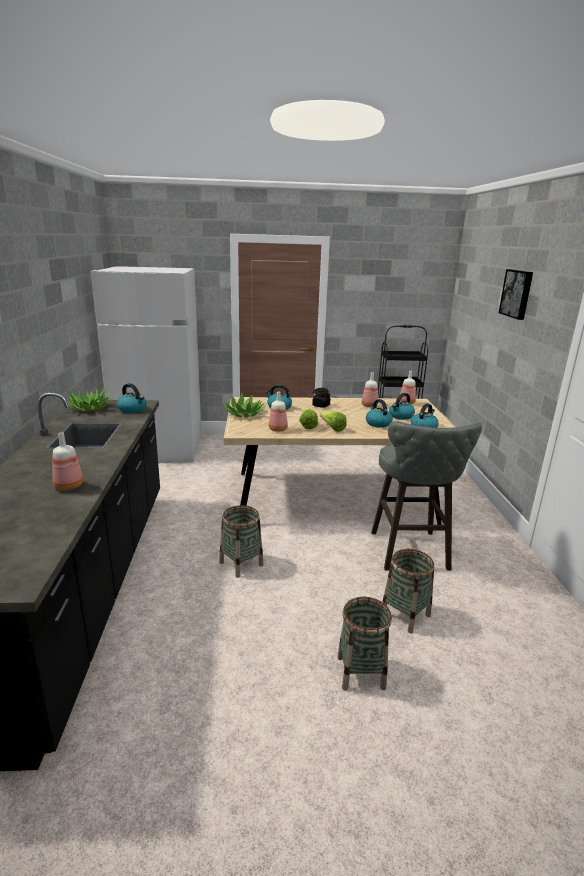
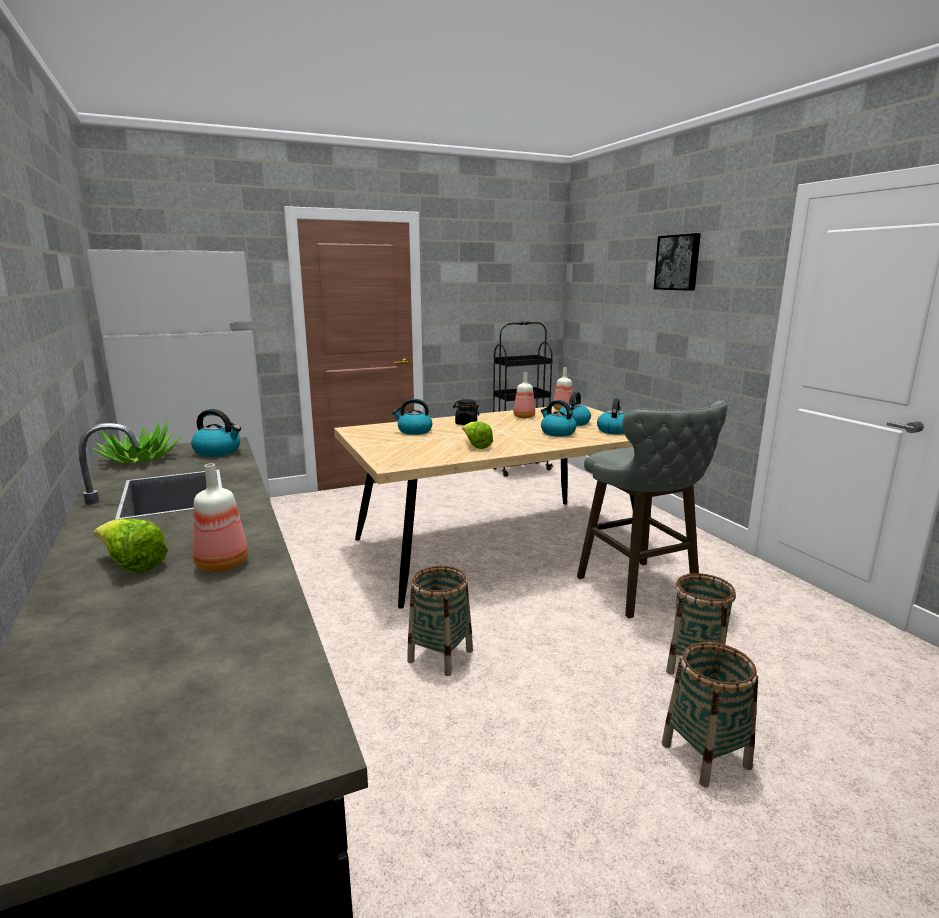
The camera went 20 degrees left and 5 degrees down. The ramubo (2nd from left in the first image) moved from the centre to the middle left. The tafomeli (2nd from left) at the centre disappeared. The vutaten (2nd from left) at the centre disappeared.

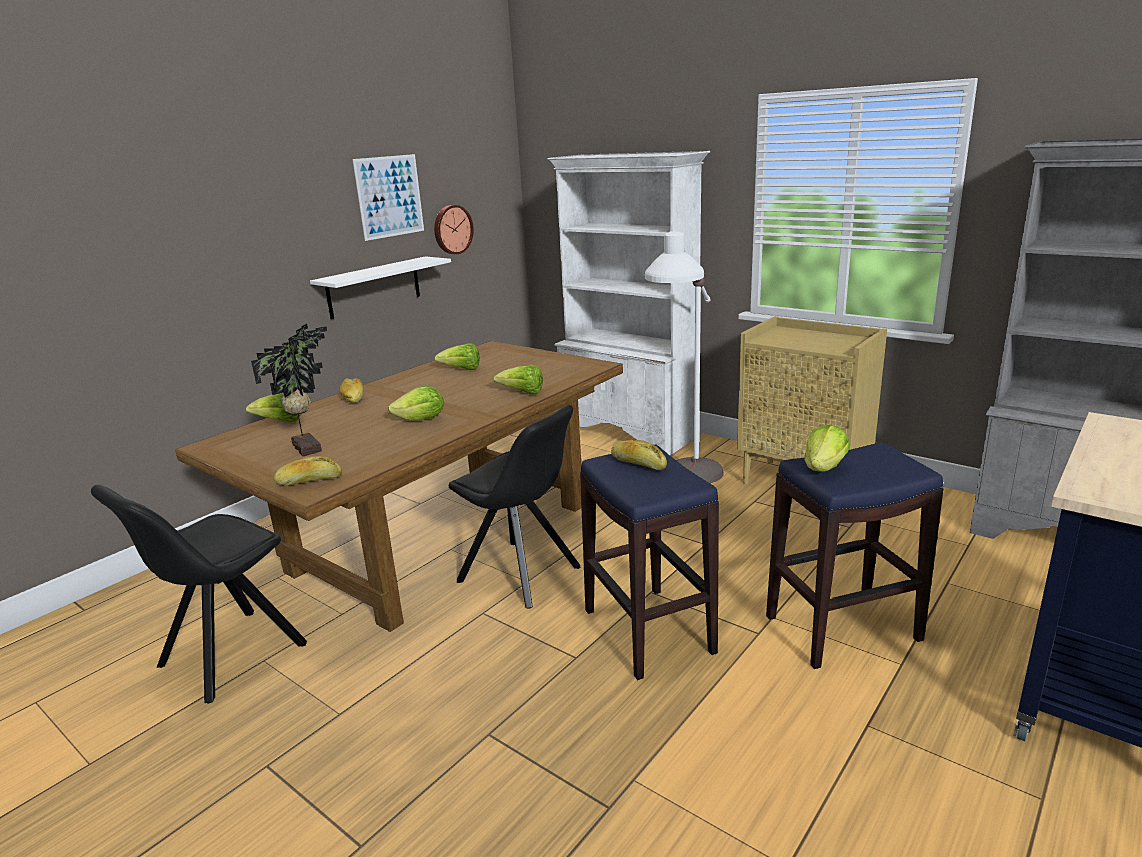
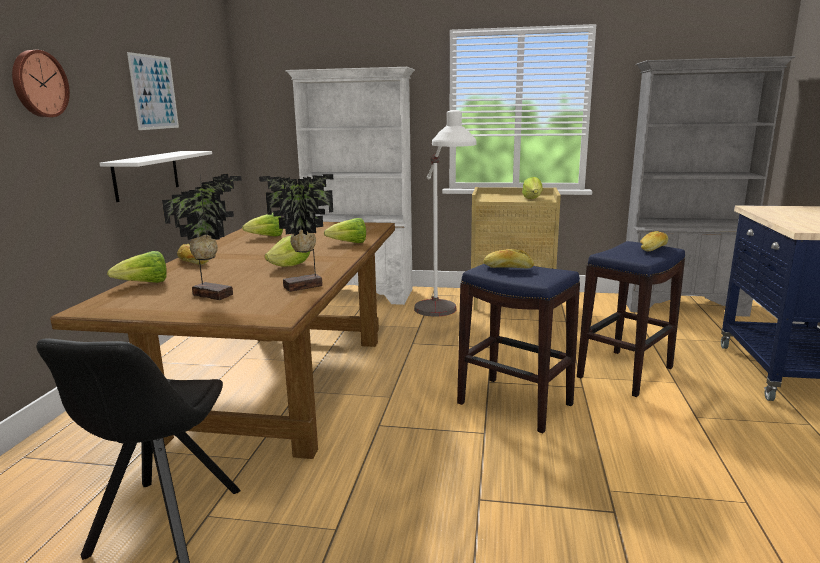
The camera went 30 degrees left and 5 degrees down. The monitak moved from the top centre to the top left. The tafomeli (2nd from left) at the centre appeared. The ramubo (5th from left) moved from the middle right to the centre. The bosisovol (1st from left in the first image) moved from the middle left to the middle right. The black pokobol (2nd from left) at the centre disappeared.

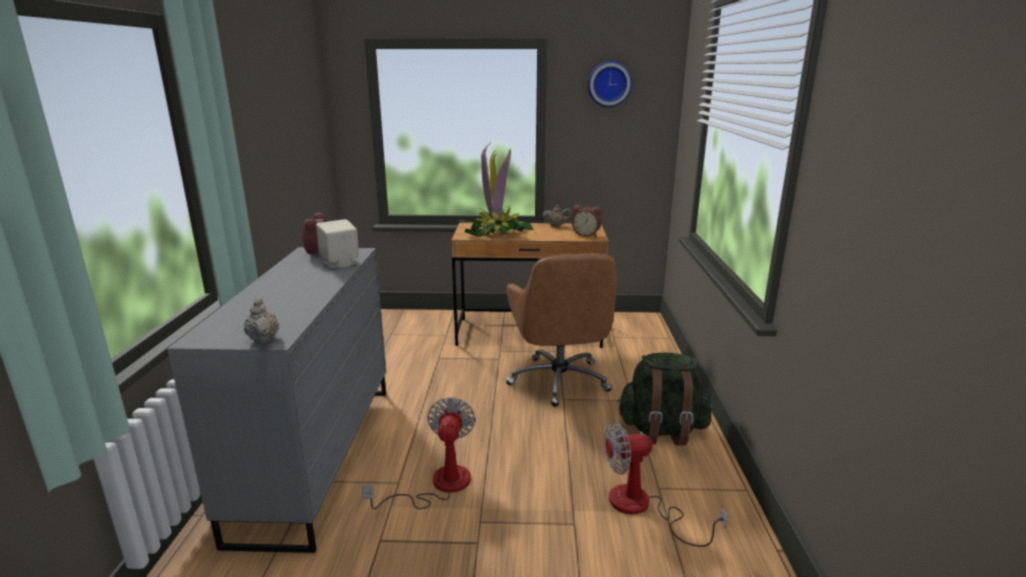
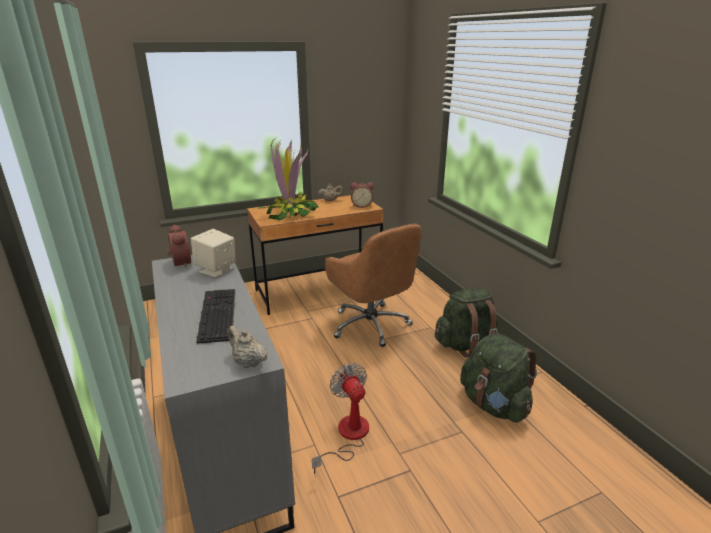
The camera went 25 degrees left and 5 degrees up. The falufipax at the middle left appeared. The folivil (2nd from left) at the bottom centre was replaced by the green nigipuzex (2nd from left) at the bottom right. The monitak at the top centre disappeared.

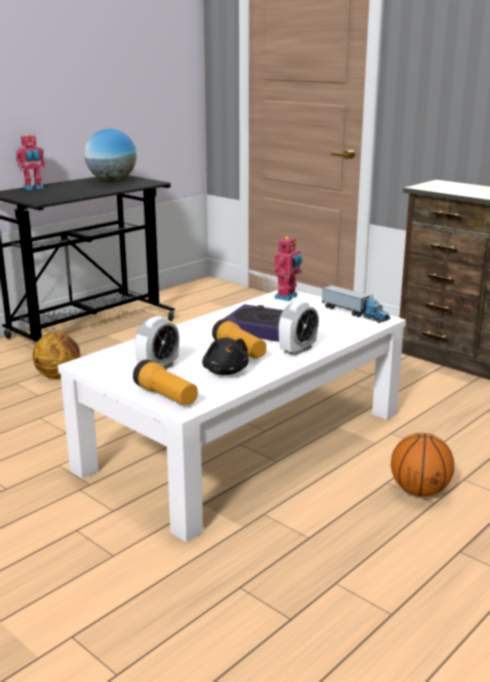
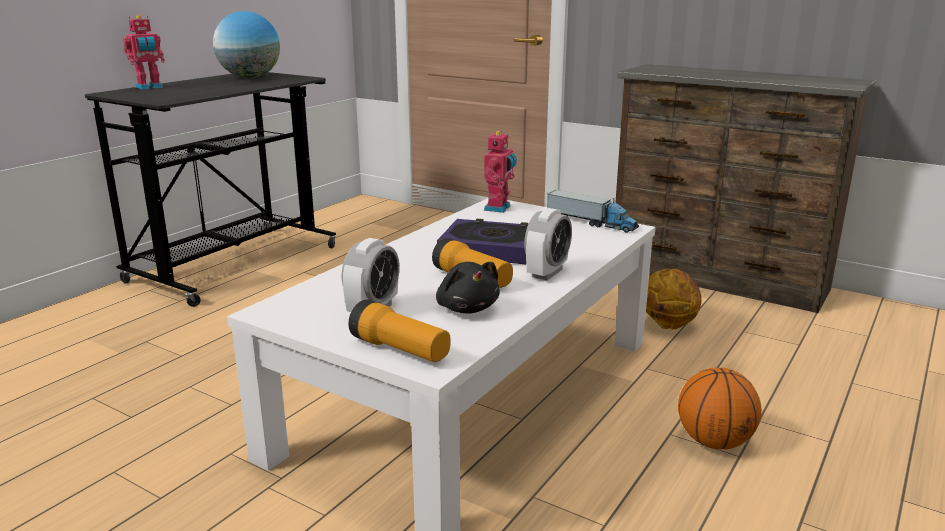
The camera went 10 degrees left and 0 degrees up. The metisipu (1st from left) moved from the middle left to the middle right.

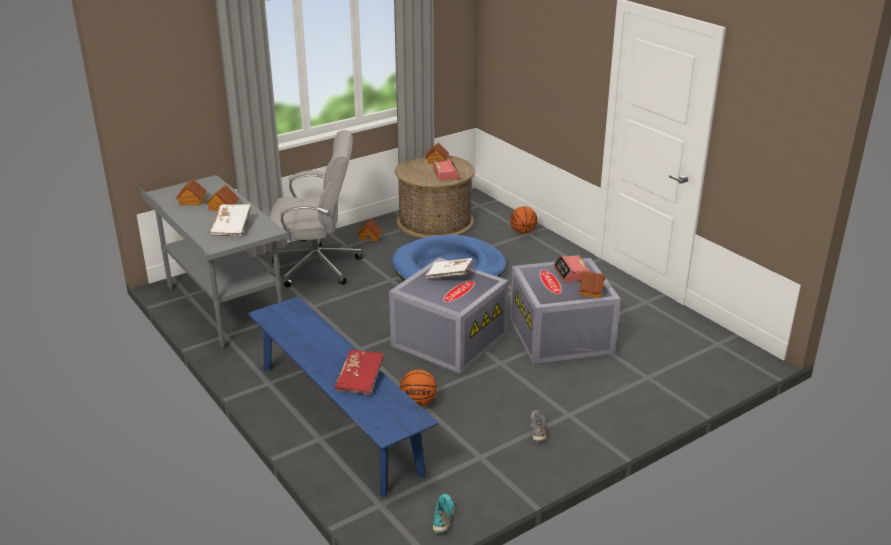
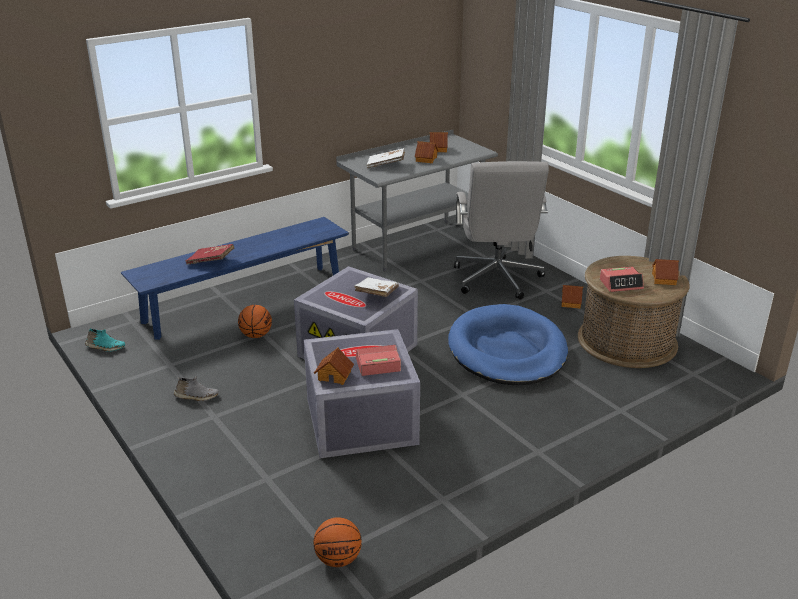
The camera went 90 degrees right and 0 degrees up. The metisipu (2nd from left) moved from the centre to the bottom centre.

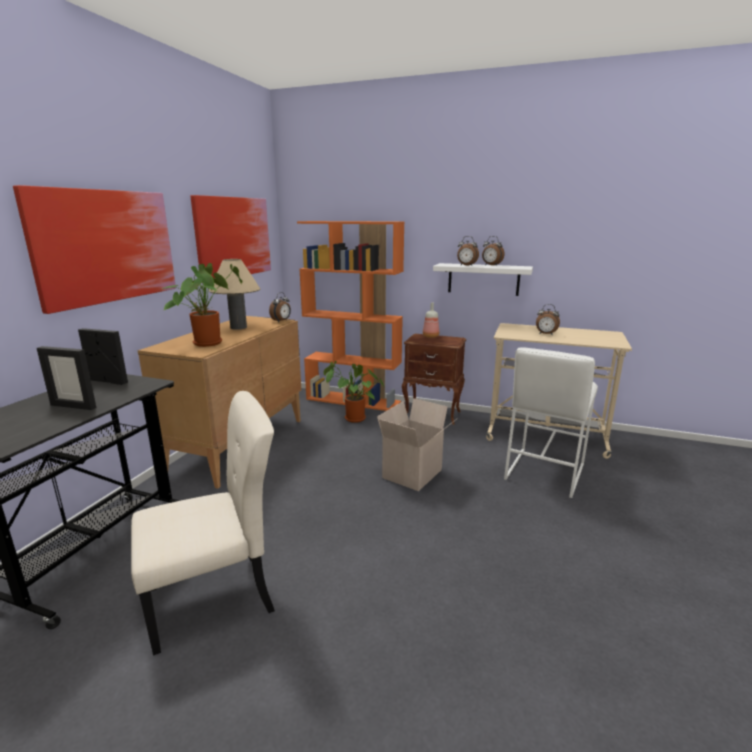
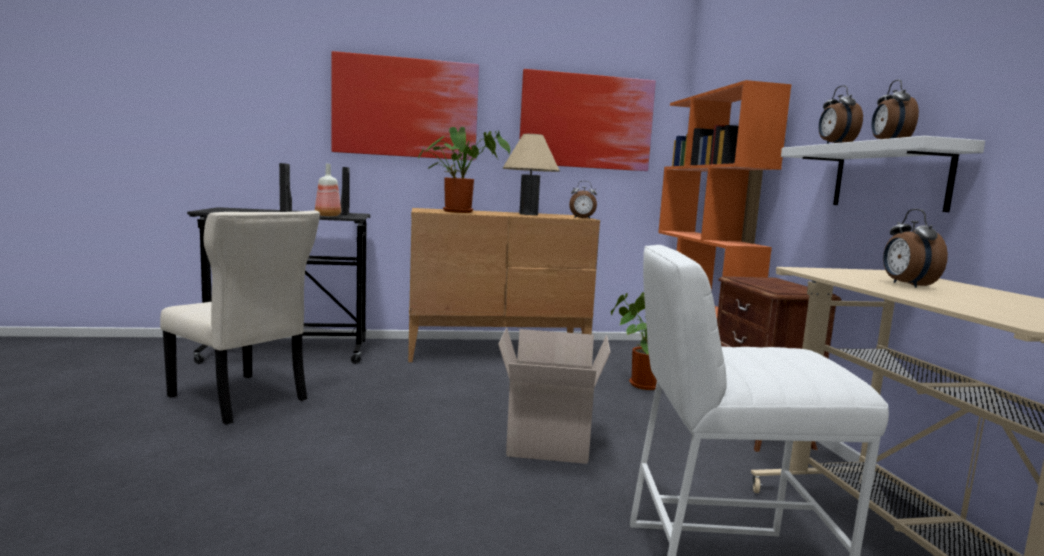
The camera went 60 degrees right and 10 degrees down. The vutaten moved from the centre to the middle left.

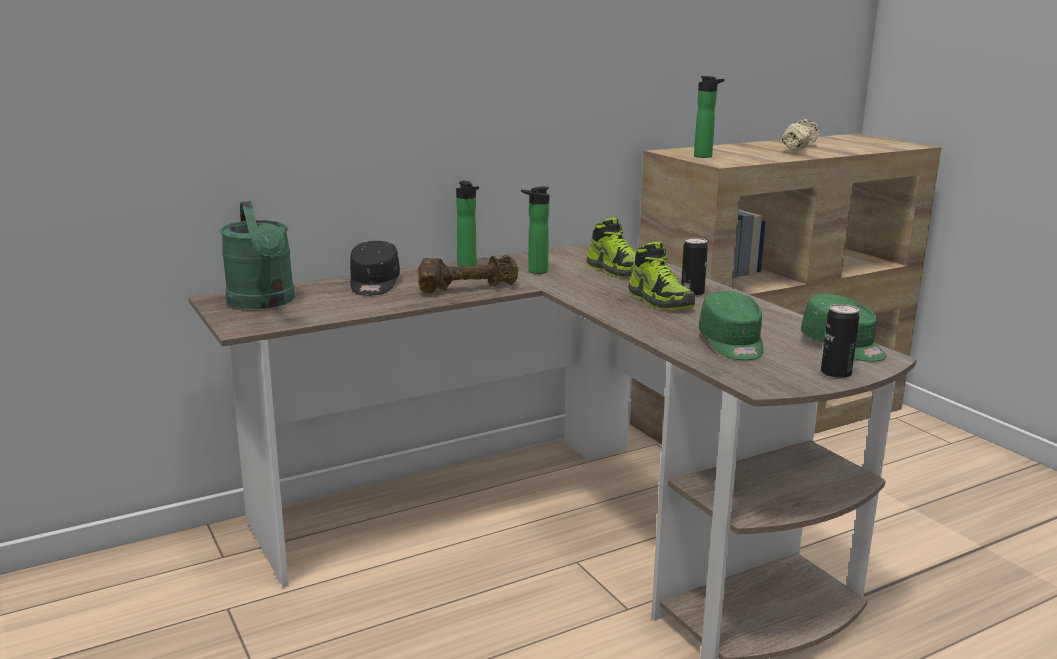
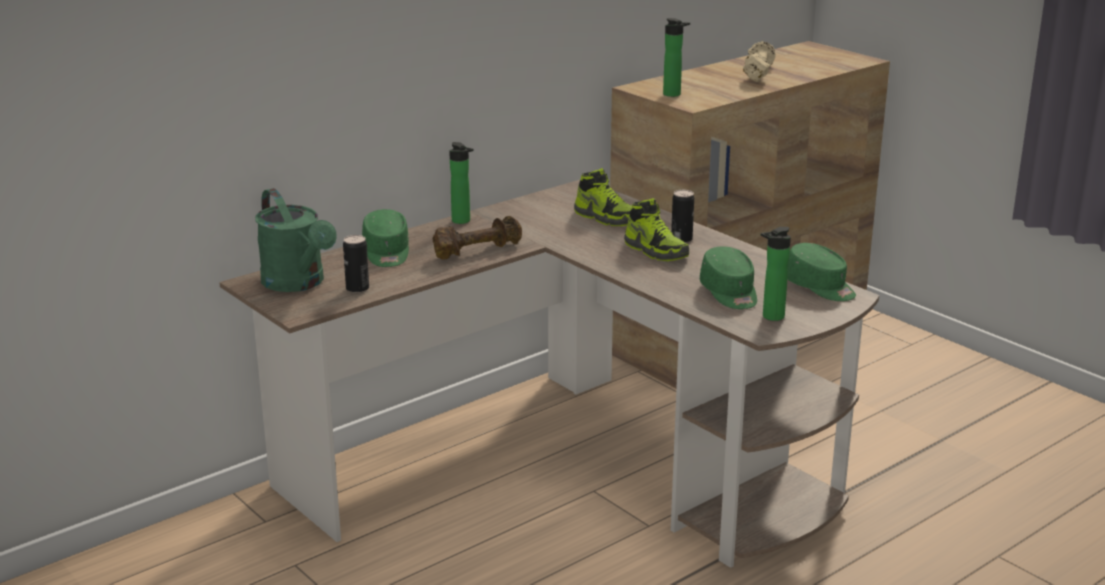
The camera went 10 degrees left and 5 degrees up. The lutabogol (2nd from left in the first image) moved from the middle right to the middle left. The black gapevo at the centre became the green gapevo (1st from left) at the centre. The vutaten (2nd from left in the first image) moved from the centre to the middle right.

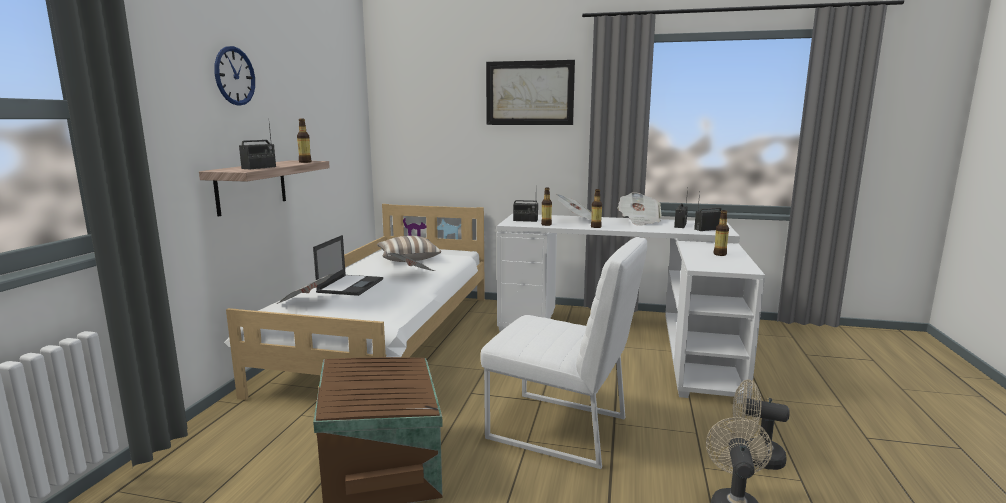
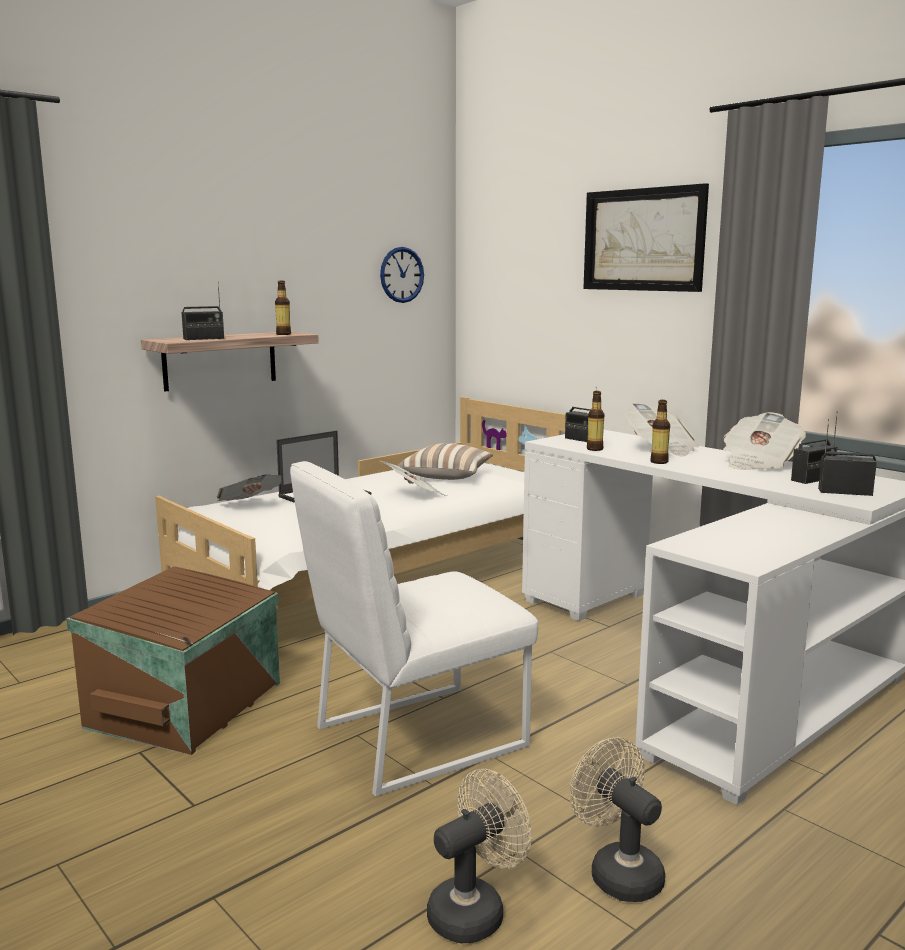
The camera went 35 degrees right and 0 degrees up. The white pokobol at the bottom centre turned 90 degrees clockwise. The monitak moved from the top left to the top centre. The vutaten (4th from left) at the middle right disappeared.

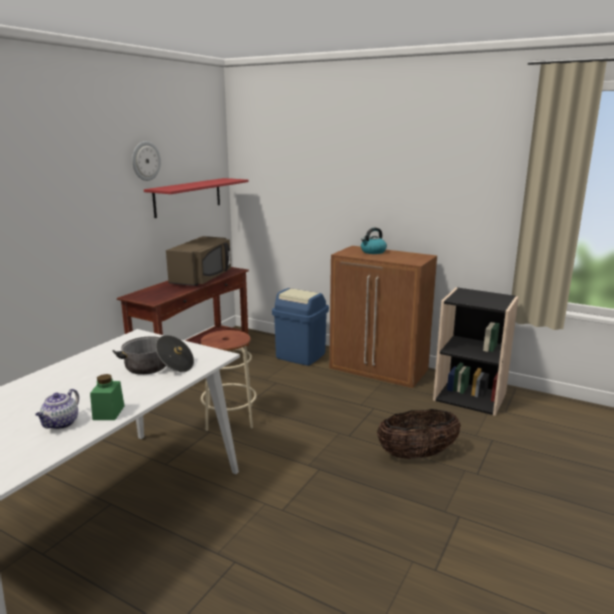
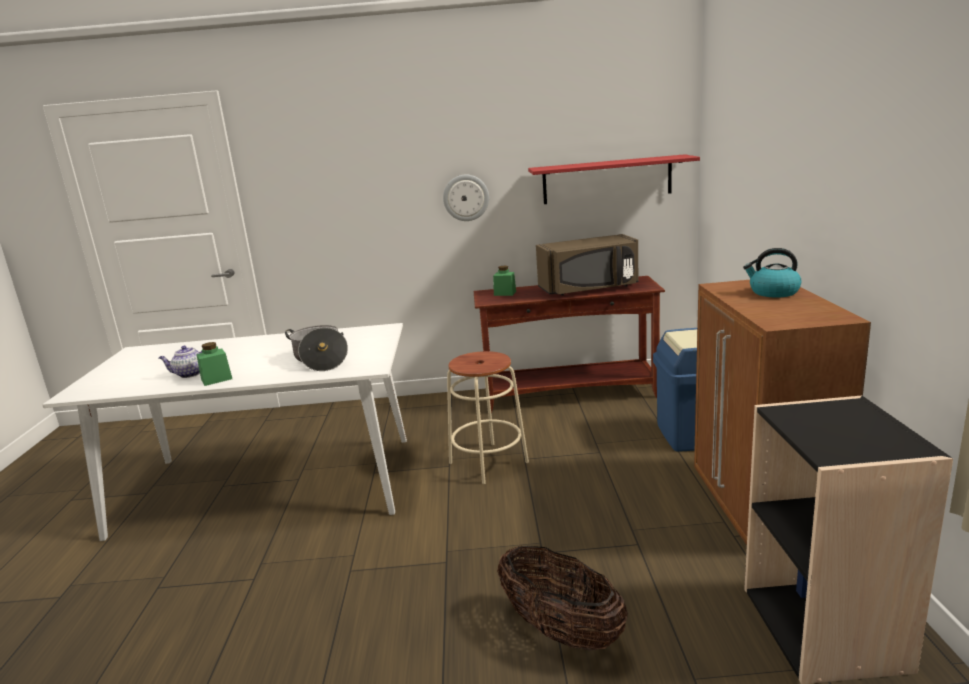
The camera went 60 degrees right and 0 degrees up. The monitak moved from the top left to the top centre. The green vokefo (2nd from left) at the centre appeared.

